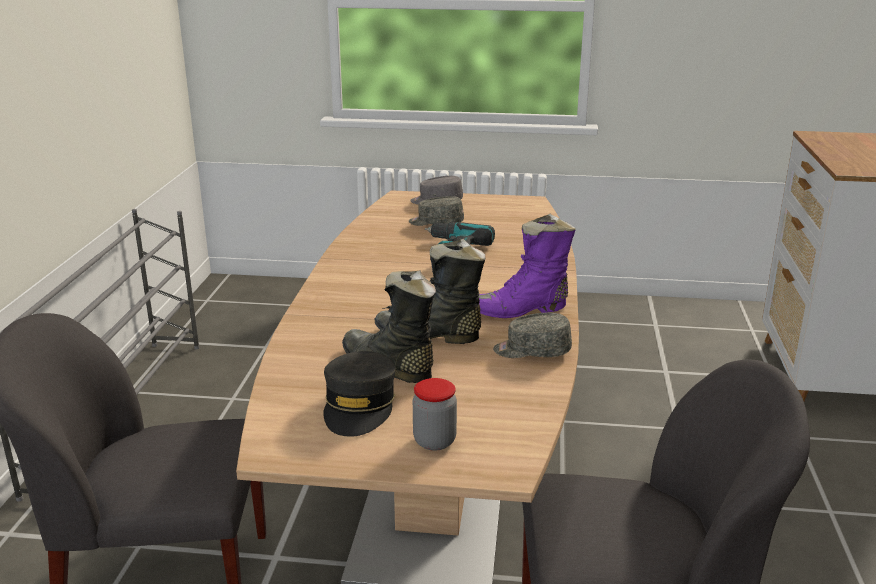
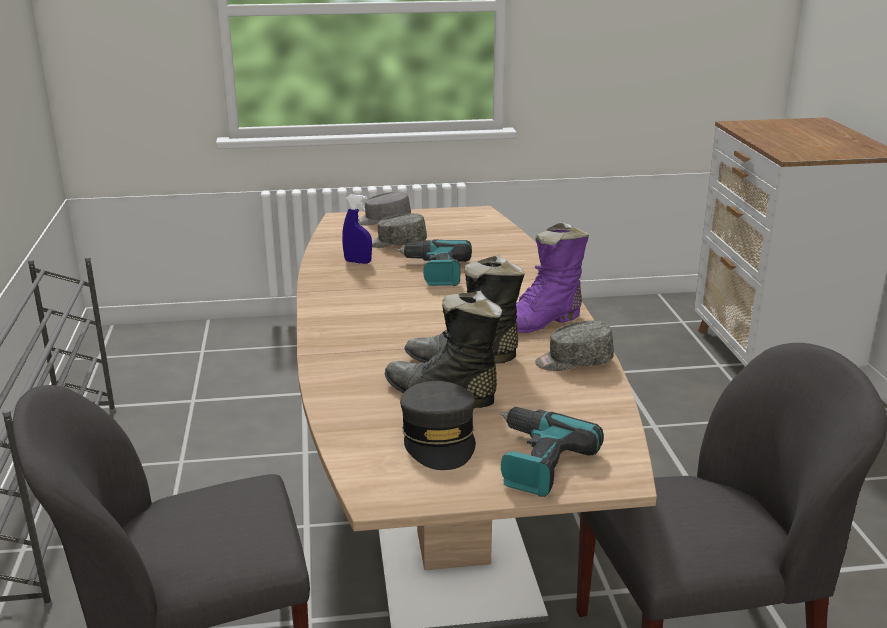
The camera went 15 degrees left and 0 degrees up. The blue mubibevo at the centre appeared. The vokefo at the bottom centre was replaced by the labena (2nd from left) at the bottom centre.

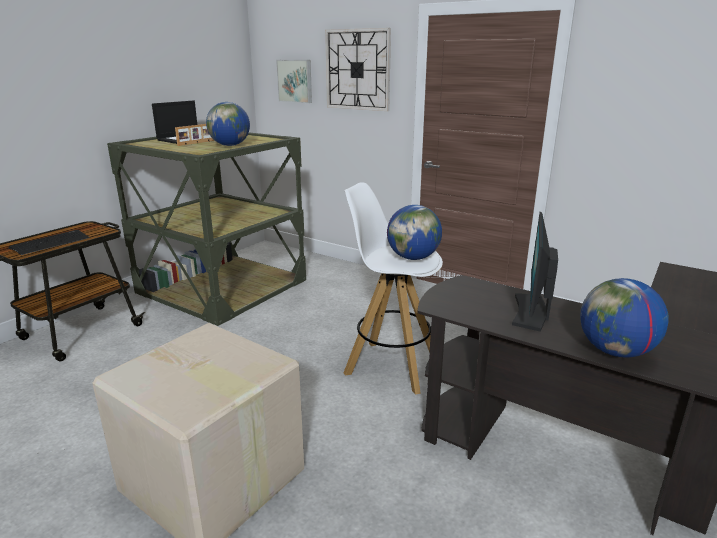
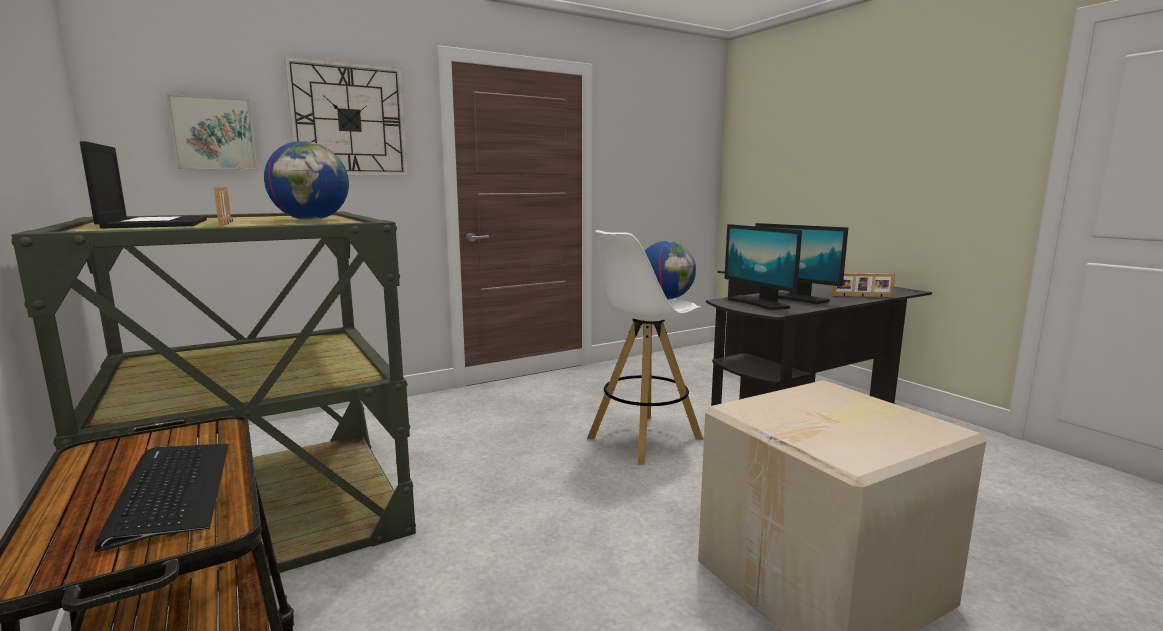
The camera went 65 degrees left and 10 degrees down. The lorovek (1st from left) at the centre appeared. The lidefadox (3rd from left) at the middle right was replaced by the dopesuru (2nd from left) at the middle right.

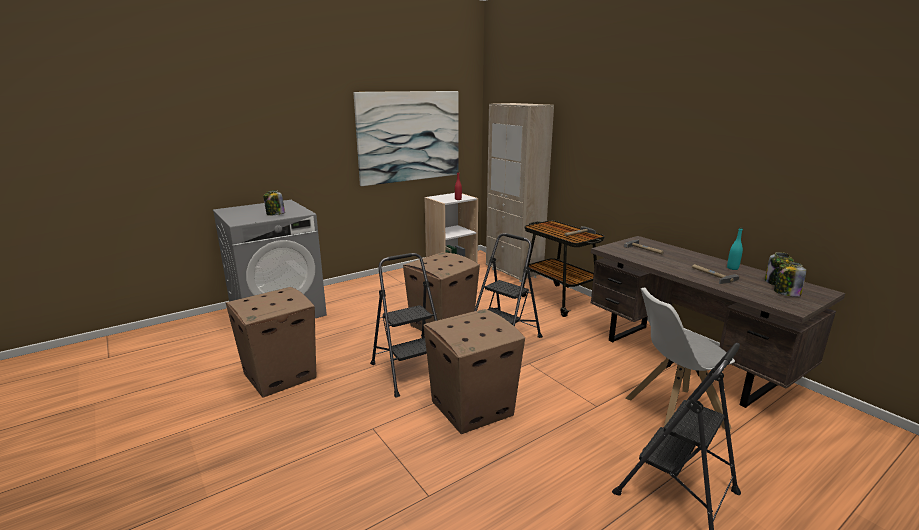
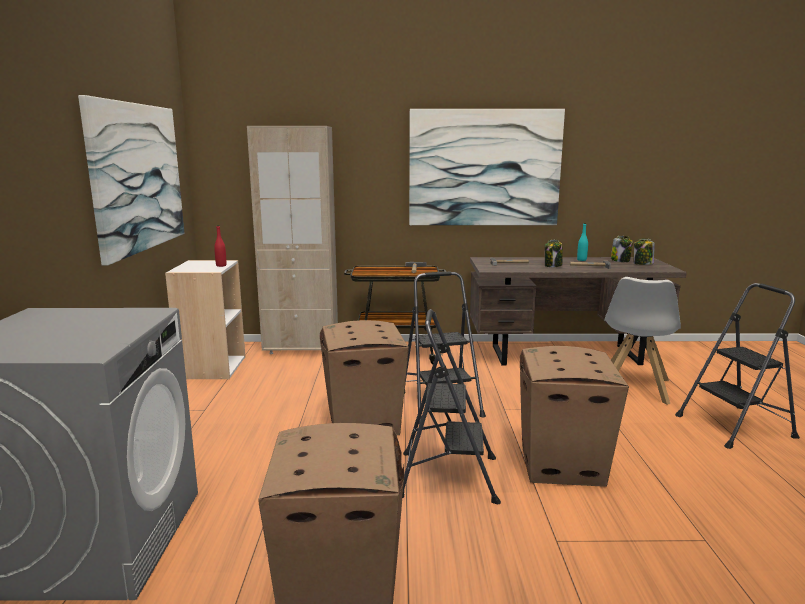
The camera went 55 degrees left and 5 degrees down. The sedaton (2nd from left) at the top centre appeared. The vokefo (1st from left) moved from the middle left to the middle right.

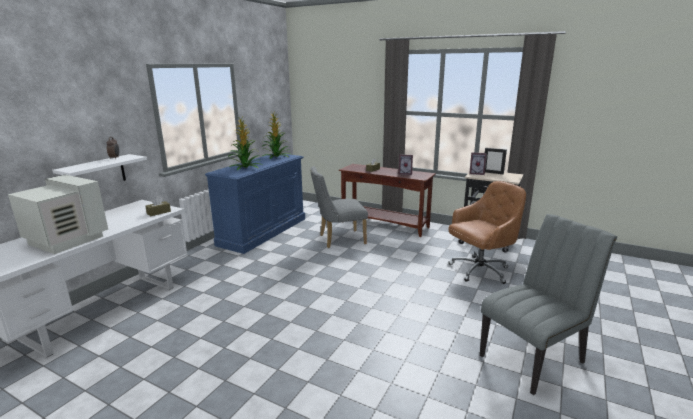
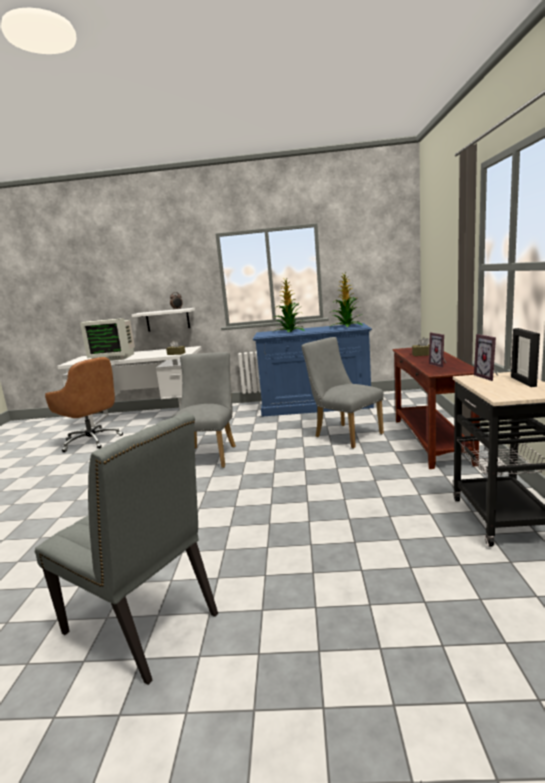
The camera went 65 degrees right and 5 degrees down. The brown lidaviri moved from the middle right to the middle left. The lorovek at the middle left turned 90 degrees clockwise. The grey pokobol (2nd from left) at the centre appeared.

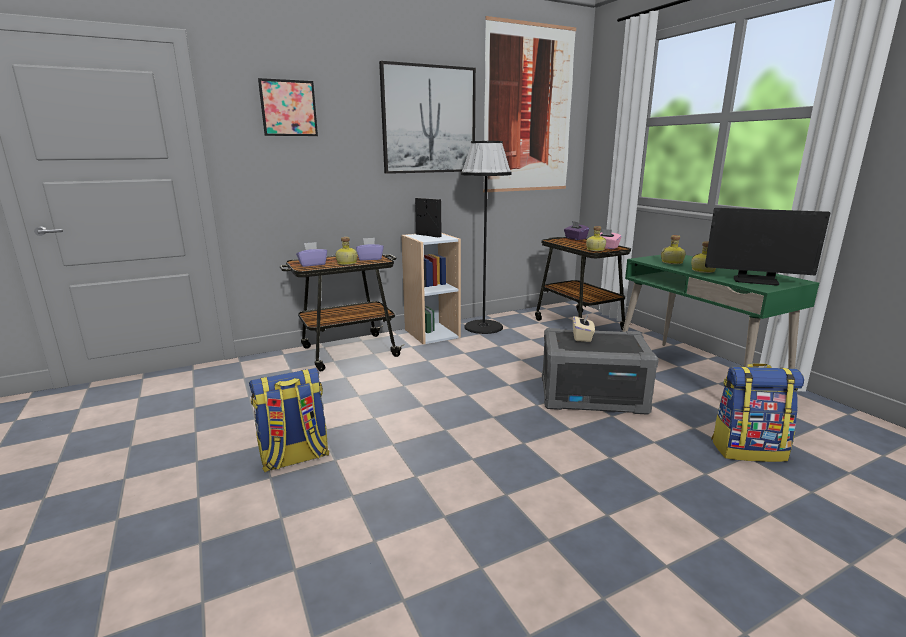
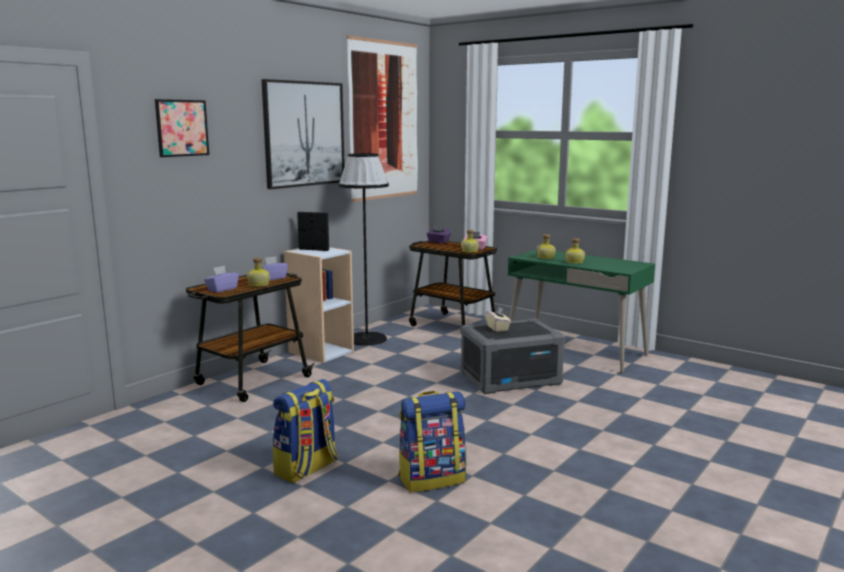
The camera went 25 degrees left and 5 degrees down. The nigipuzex (2nd from left) moved from the middle right to the bottom centre. The lorovek at the middle right disappeared.

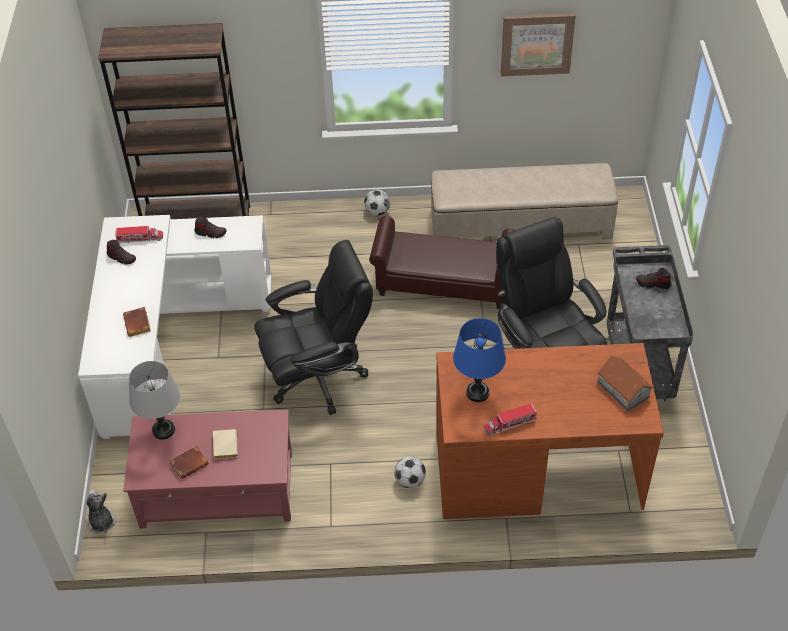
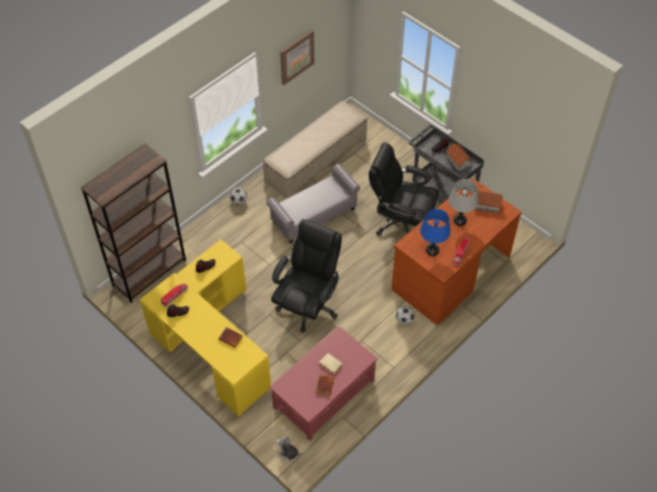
The camera went 45 degrees left and 5 degrees up. The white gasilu at the middle left became the yellow gasilu at the bottom left. The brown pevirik at the centre became the grey pevirik at the centre. The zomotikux (1st from left) at the top right appeared. The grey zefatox moved from the middle left to the middle right.

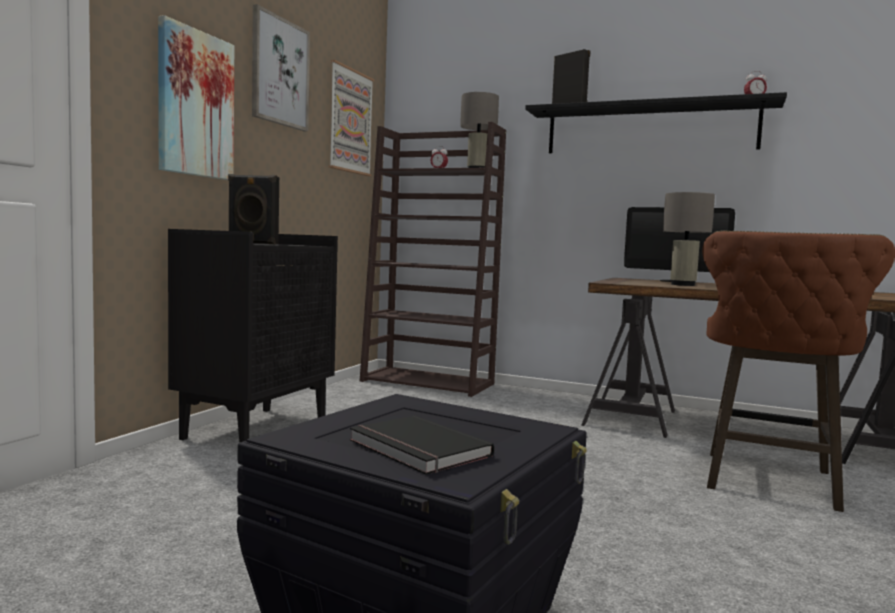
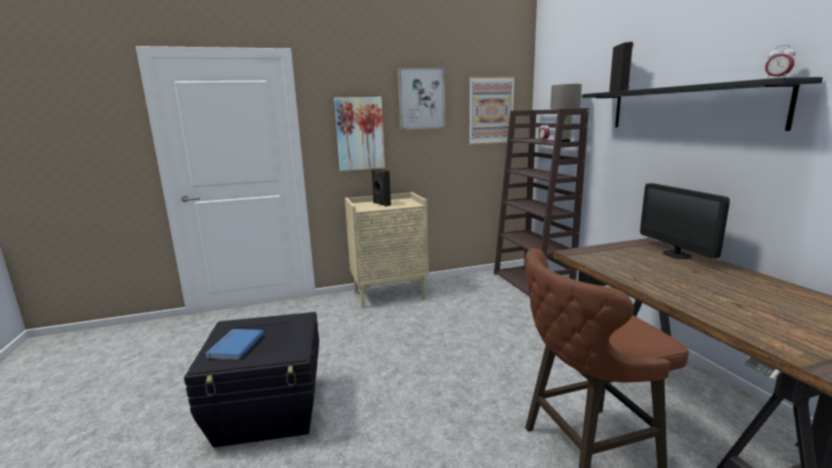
The camera went 50 degrees right and 10 degrees up. The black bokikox at the bottom centre became the blue bokikox at the bottom left. The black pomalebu at the middle left became the beige pomalebu at the centre. The grey zefatox (2nd from left) at the middle right disappeared.

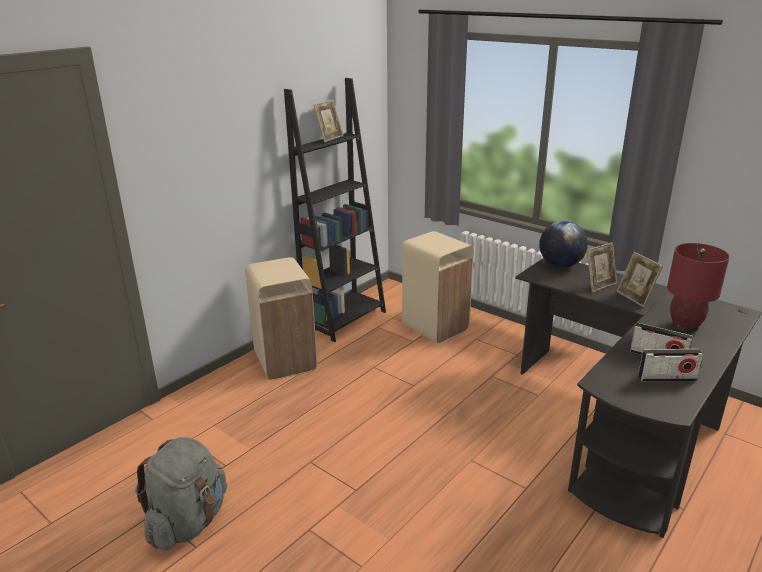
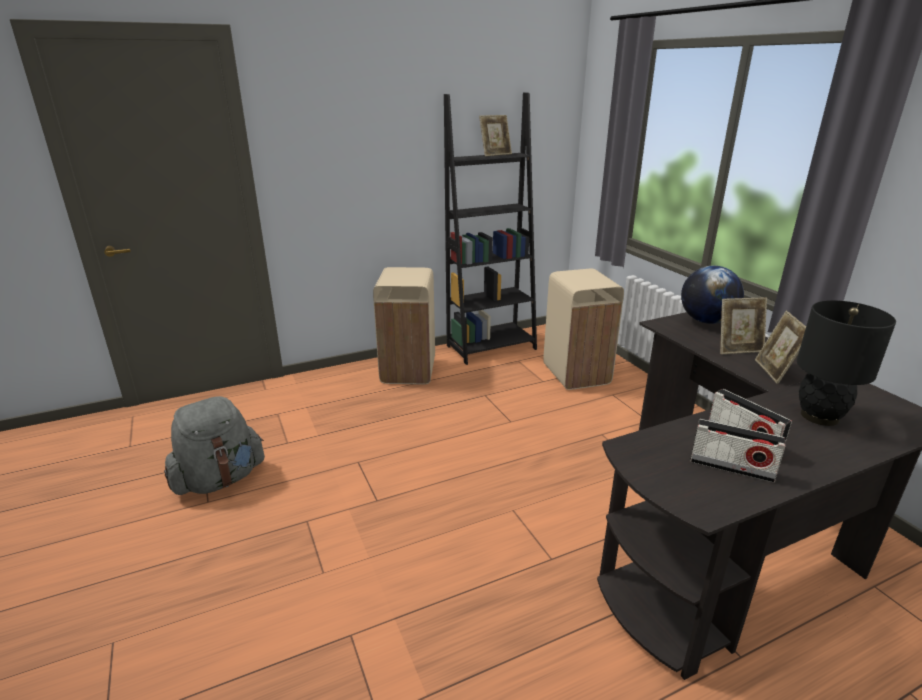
The camera went 25 degrees right and 0 degrees up. The red zefatox at the middle right became the black zefatox at the middle right.

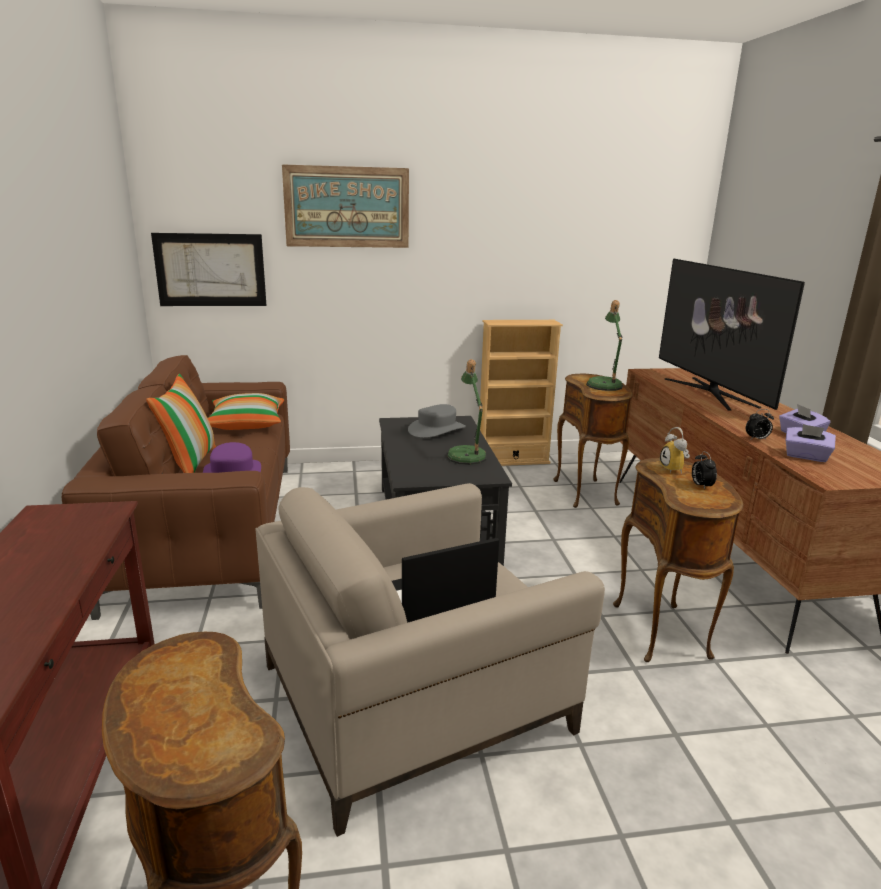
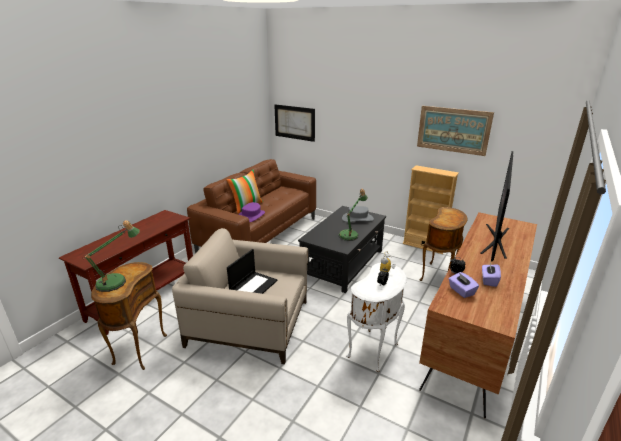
The camera went 40 degrees right and 5 degrees up. The zefatox (2nd from left in the first image) moved from the middle right to the middle left. The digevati at the centre turned 105 degrees clockwise. The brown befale (3rd from left) at the middle right became the white befale at the bottom centre. The sedaton (2nd from left) moved from the top centre to the top right. The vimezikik (2nd from left) at the middle left disappeared.

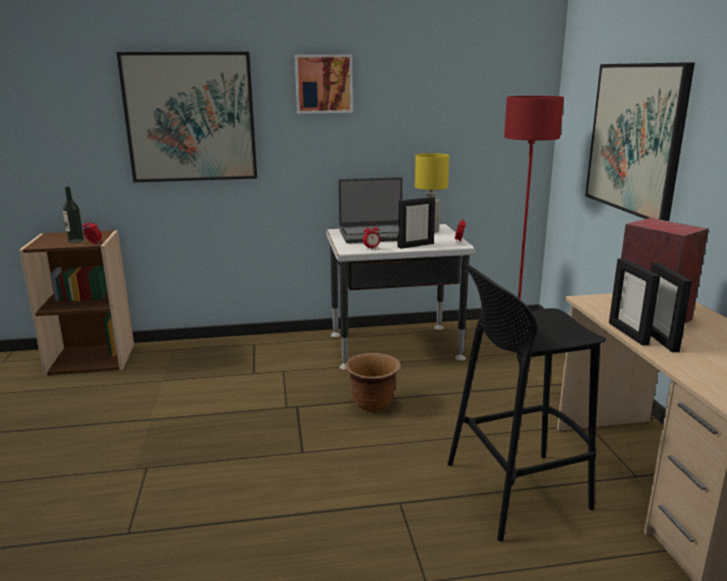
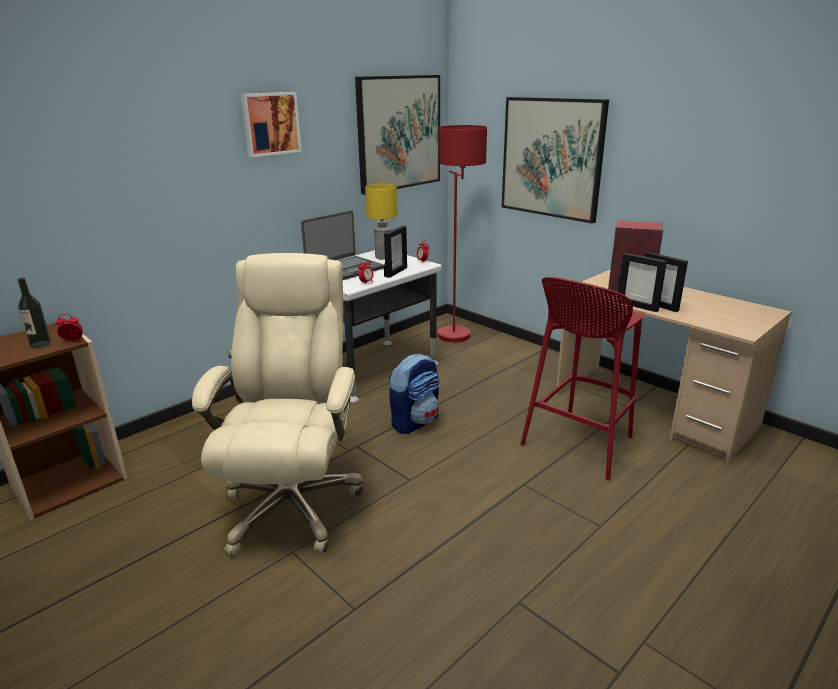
The camera went 35 degrees left and 5 degrees up. The beige lidaviri at the middle left appeared. The sedaton (1st from left in the first image) moved from the top left to the top centre. The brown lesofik at the centre was replaced by the nigipuzex at the centre. The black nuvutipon at the bottom right became the red nuvutipon at the middle right.

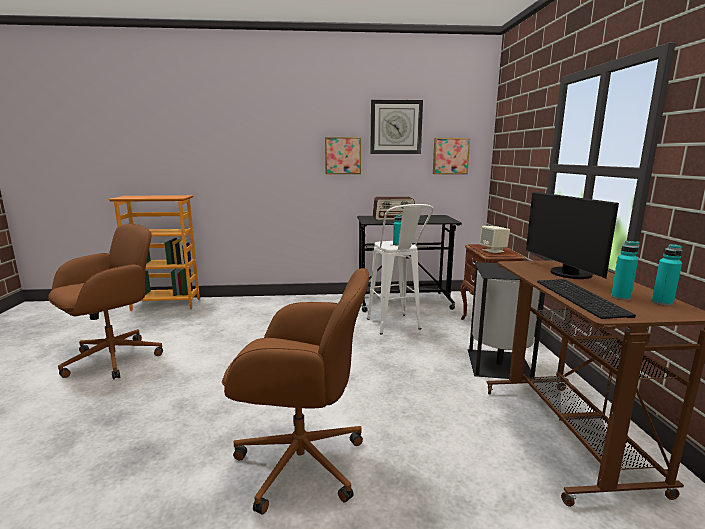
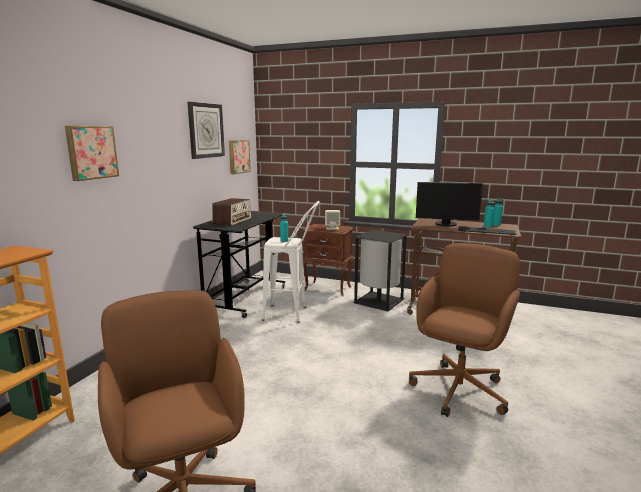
The camera went 65 degrees left and 0 degrees up. The sedaton (1st from left) moved from the top centre to the top left.

